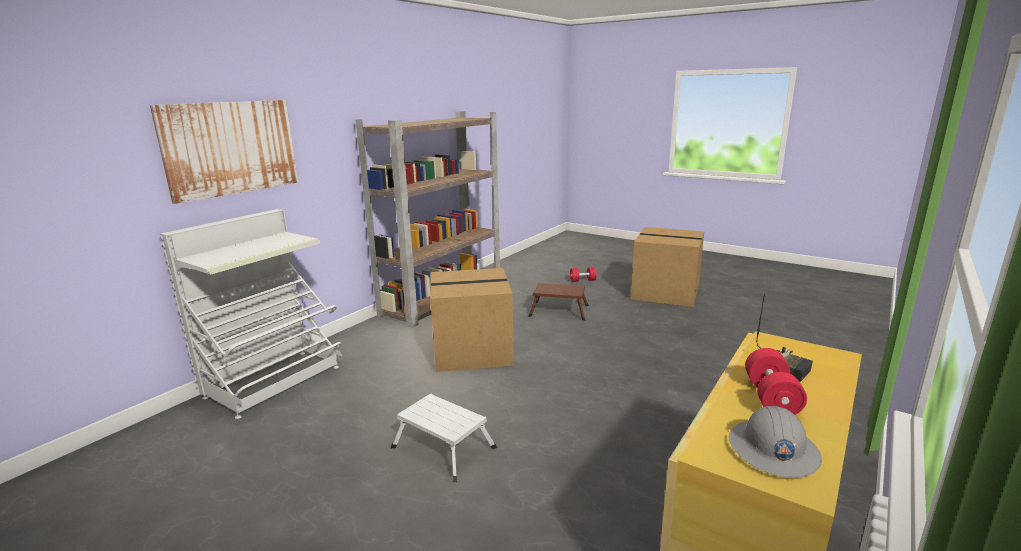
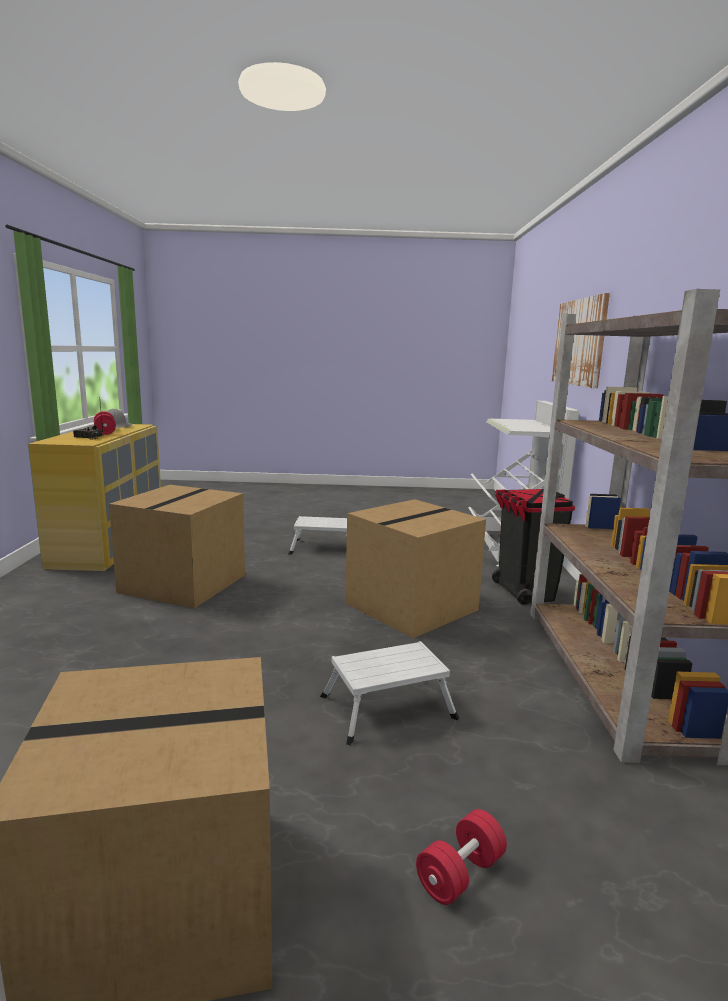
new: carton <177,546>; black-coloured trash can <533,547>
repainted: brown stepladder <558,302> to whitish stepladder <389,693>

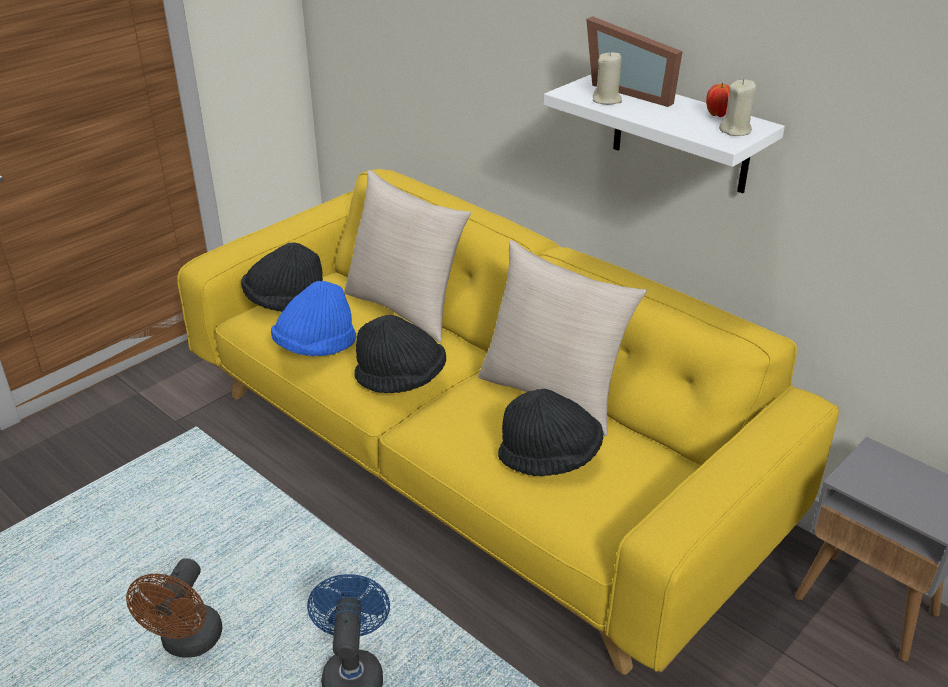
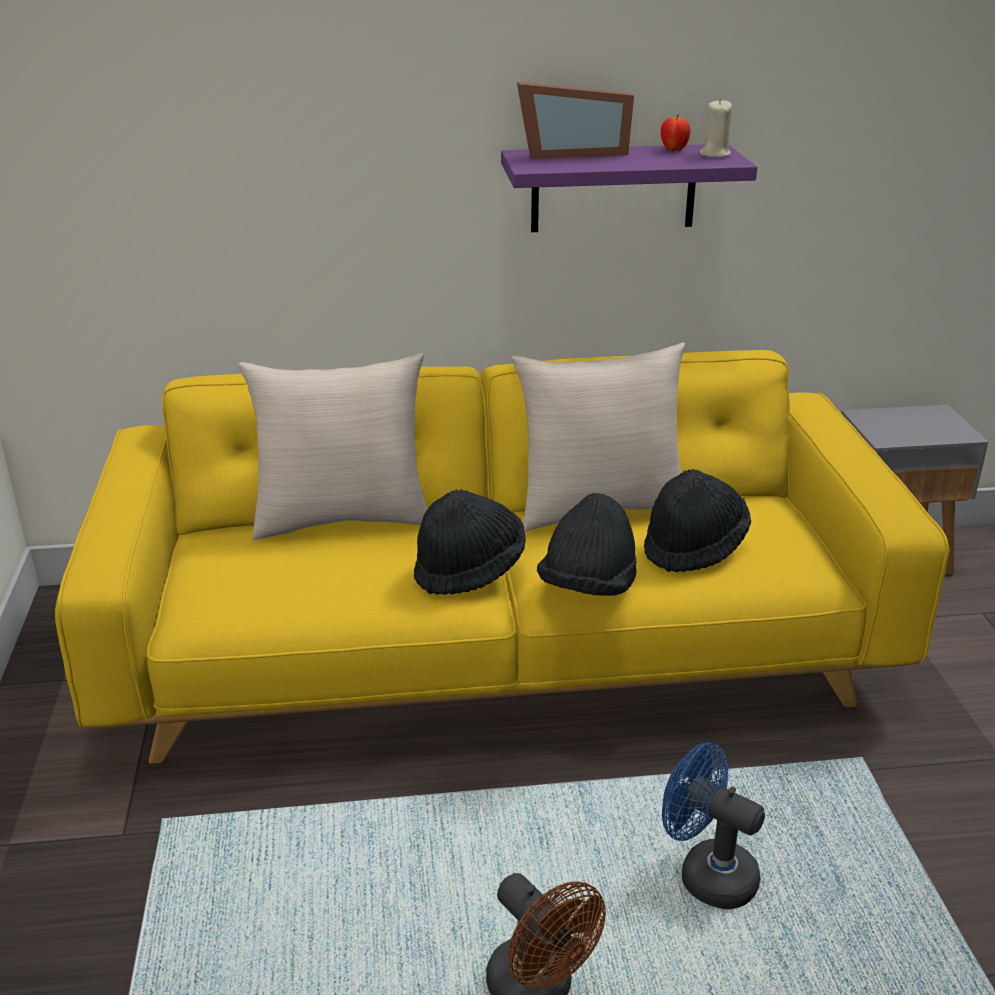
gone: blue-coloured clothing hat <314,318>; sand-coloured wax candle <607,78>
shifted: black-coloured clothing hat <282,277> to <587,544>
repainted: whitish wall shelf <664,134> to purple-coloured wall shelf <629,188>

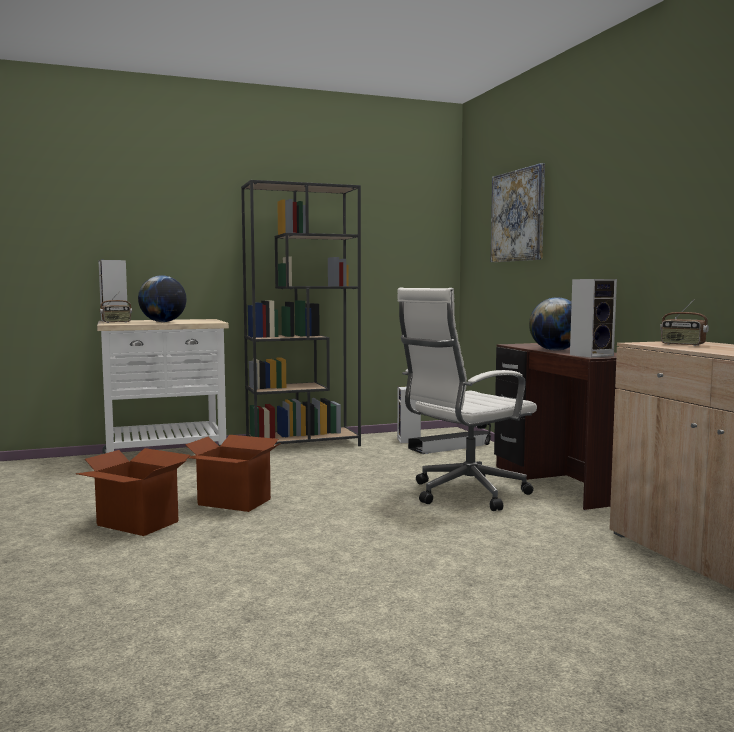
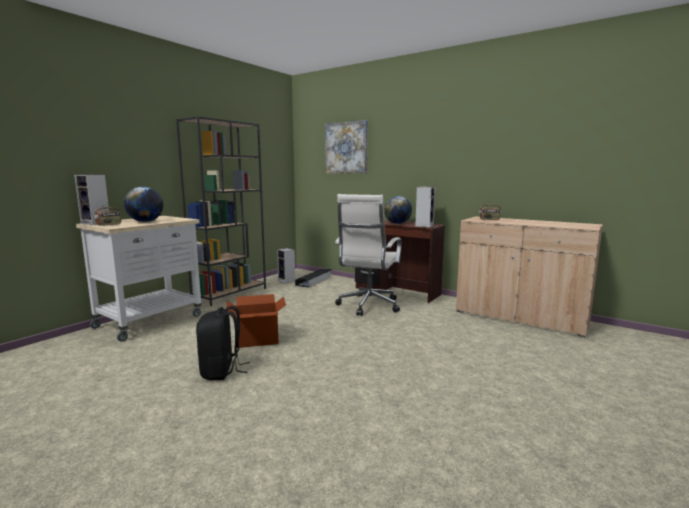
swapped: carton <133,492> to black-coloured knapsack <223,343>

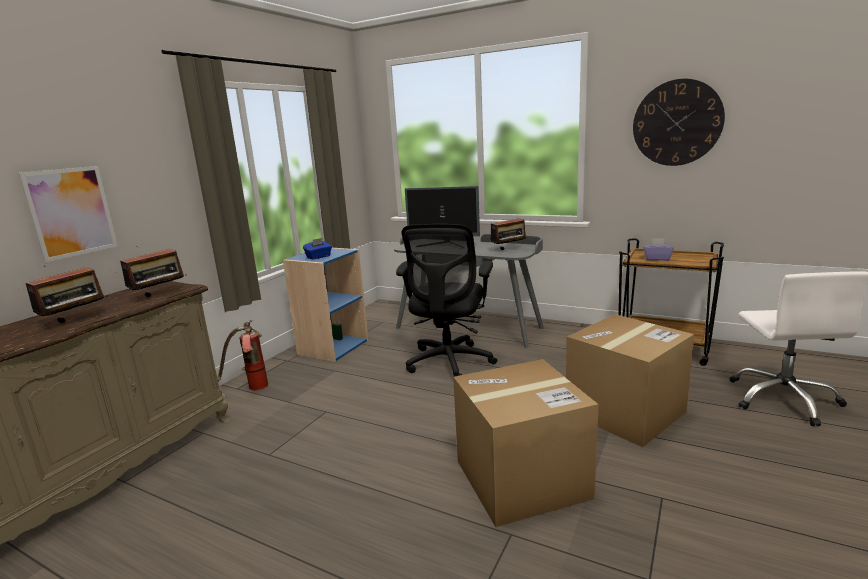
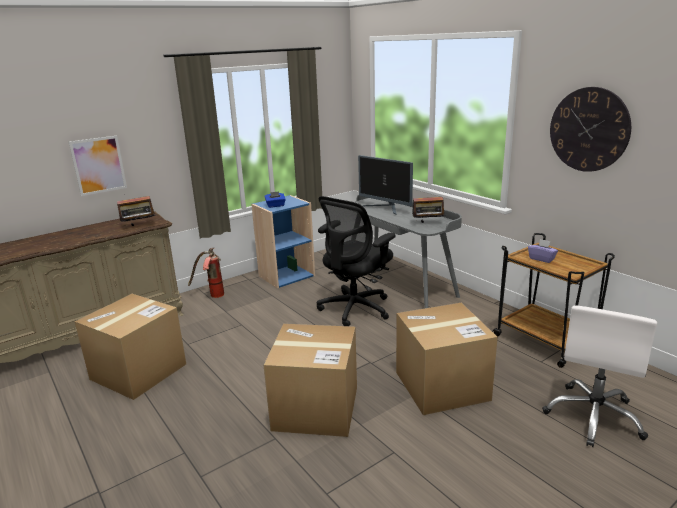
gone: radio receiver <66,296>
new: carton <130,347>

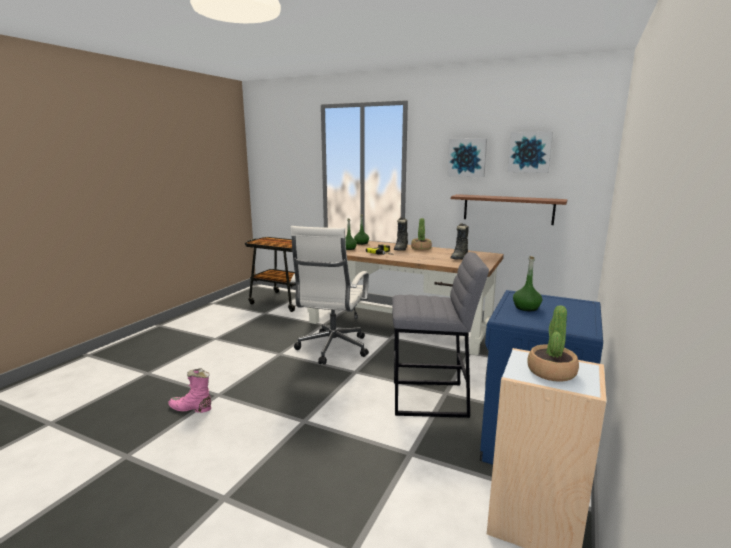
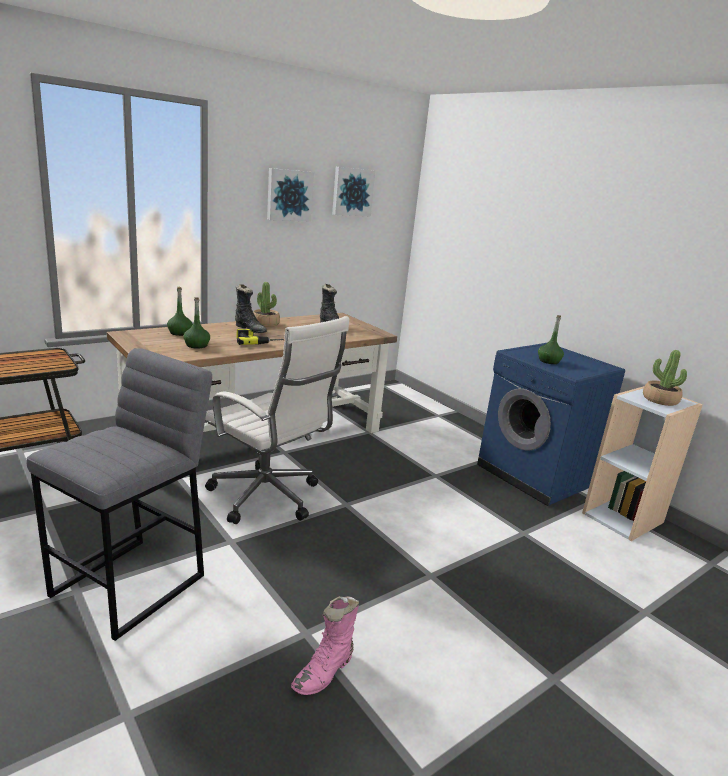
gone: brown wall shelf <509,209>
shifted: grey stool <440,335> to <119,494>

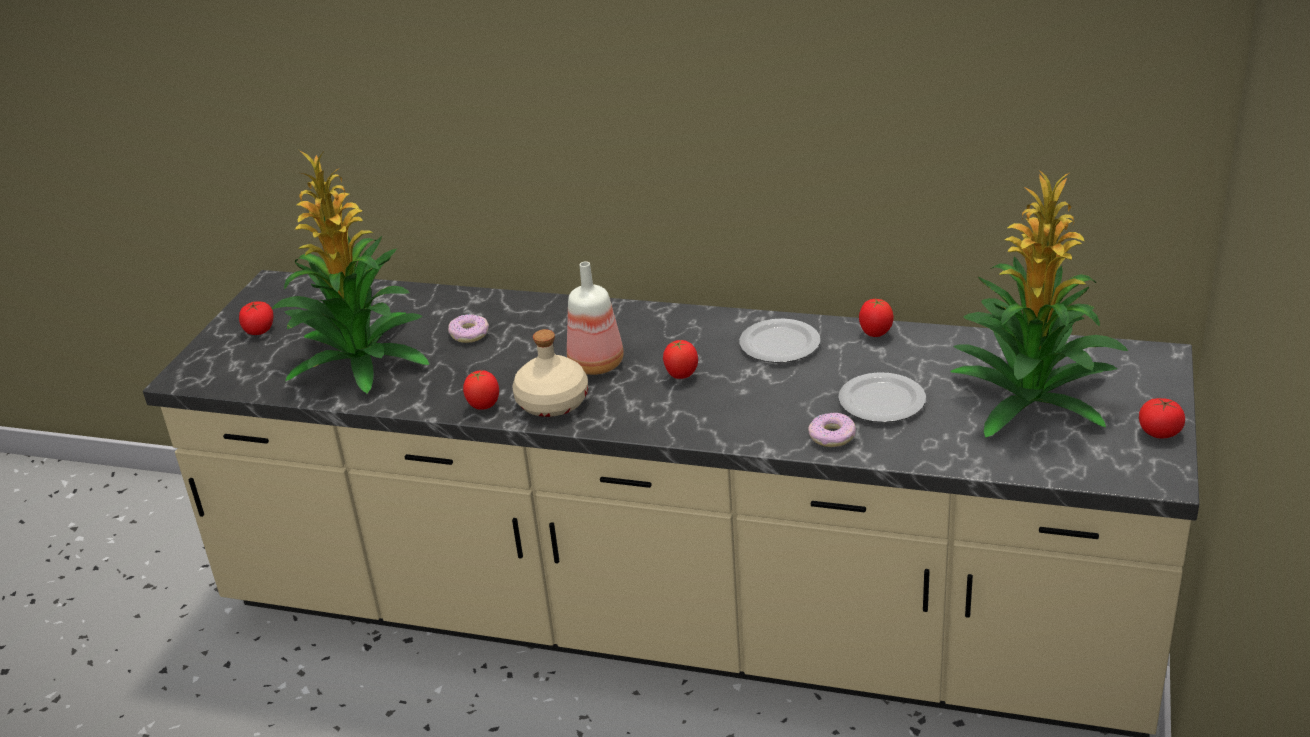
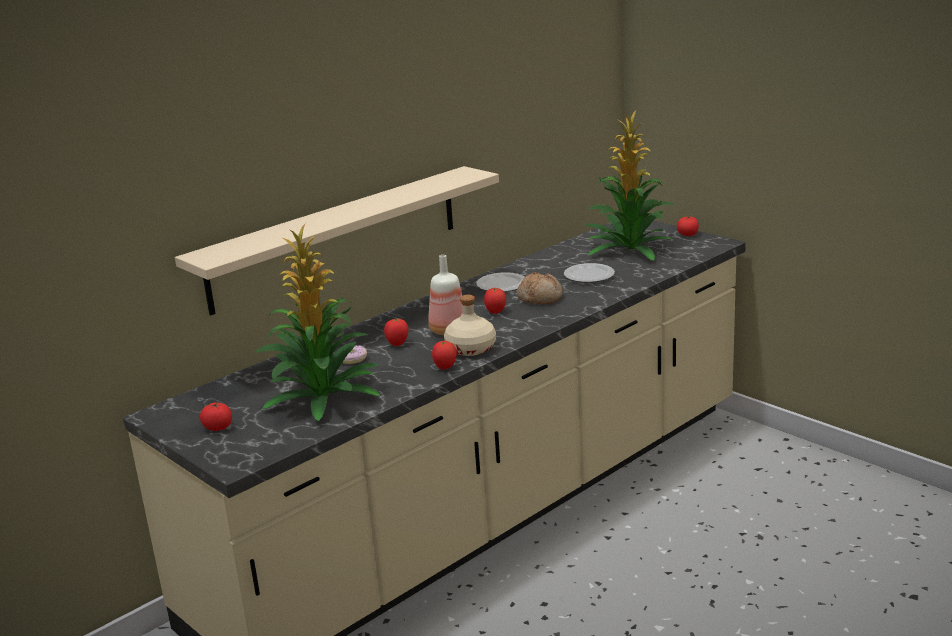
gone: donut <832,430>
new: sand-coloured wall shelf <337,241>; bakery bread <540,288>
shifted: whole tomato <876,318> to <396,332>

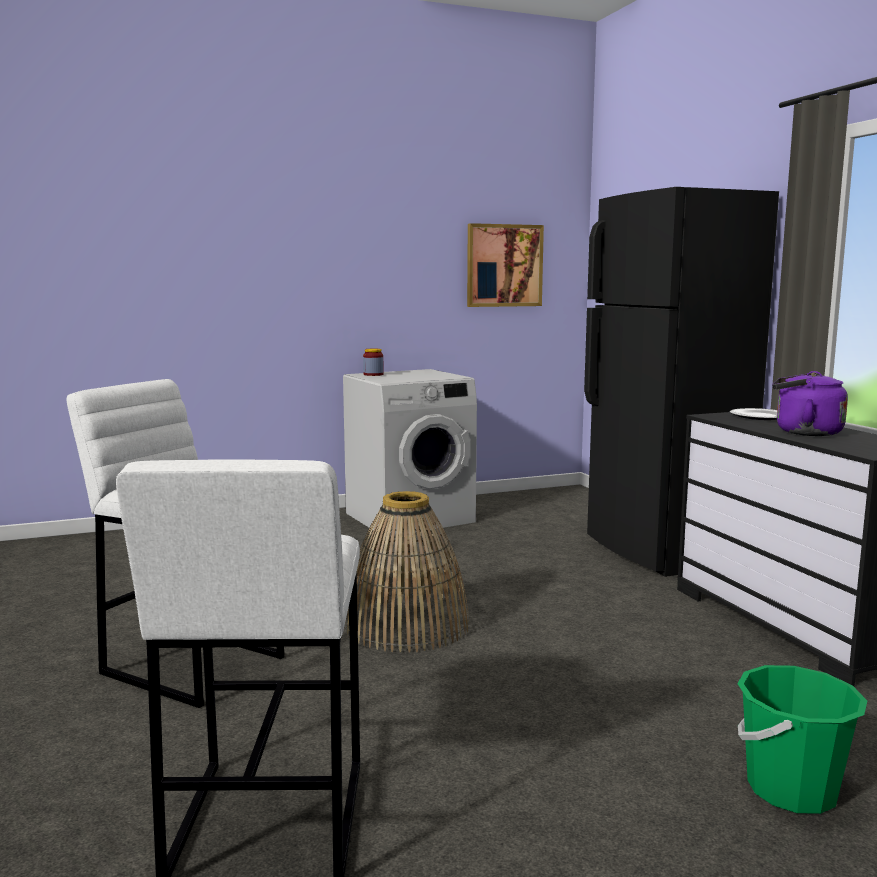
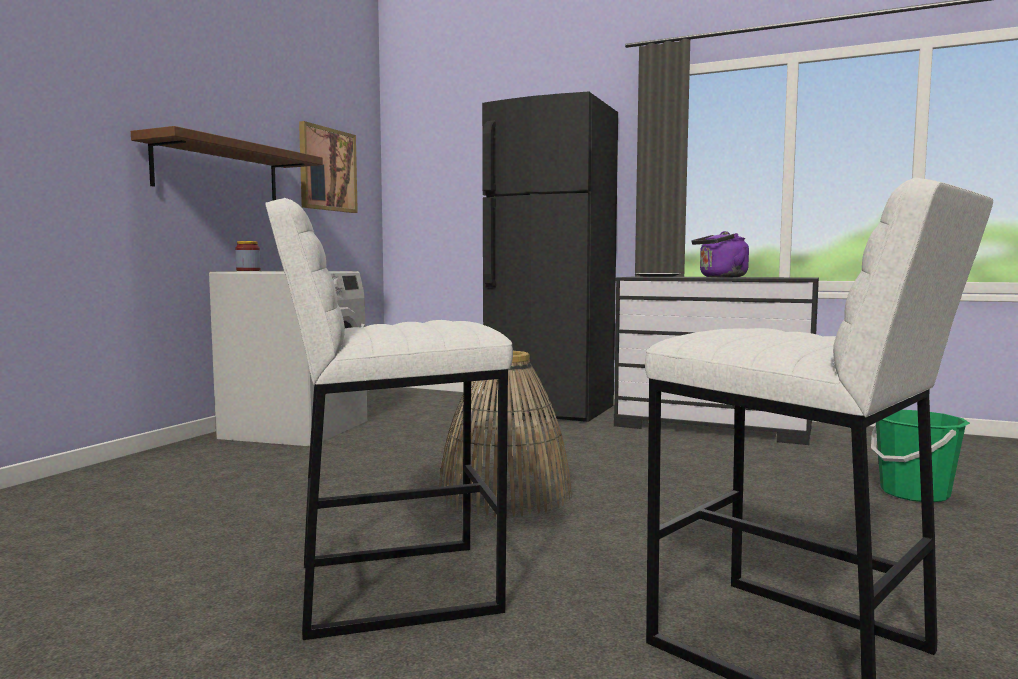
new: brown wall shelf <227,163>

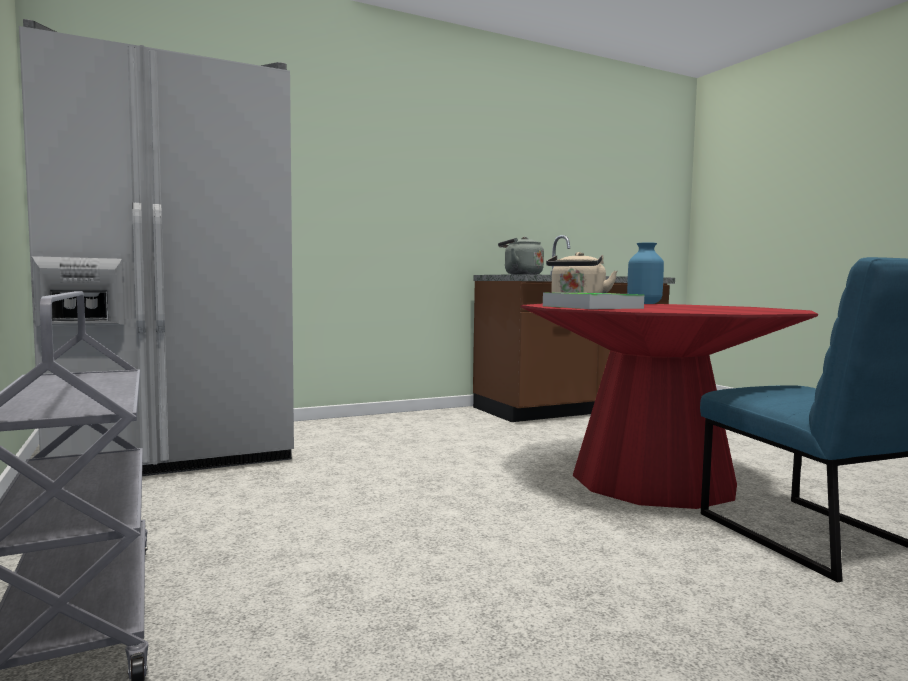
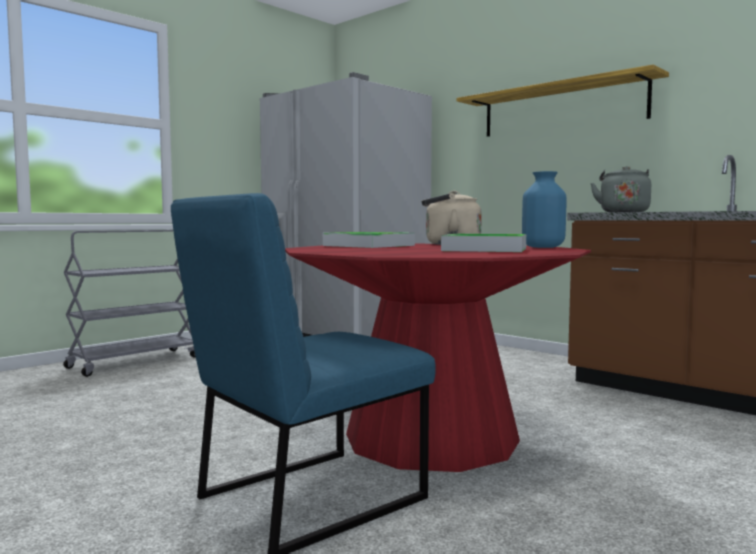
new: serving tray <483,243>; wall shelf <563,101>

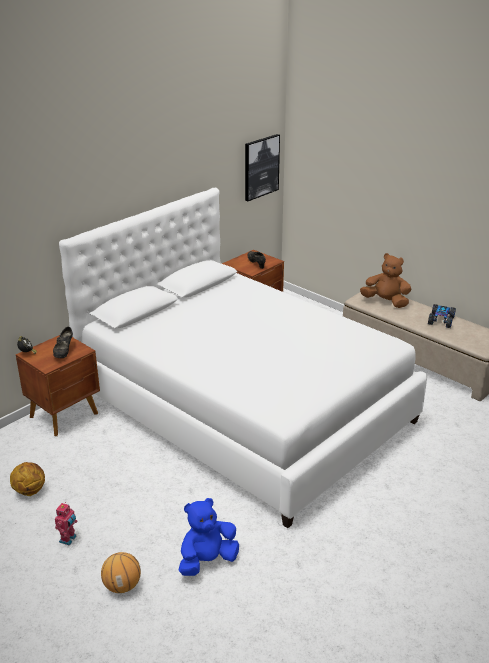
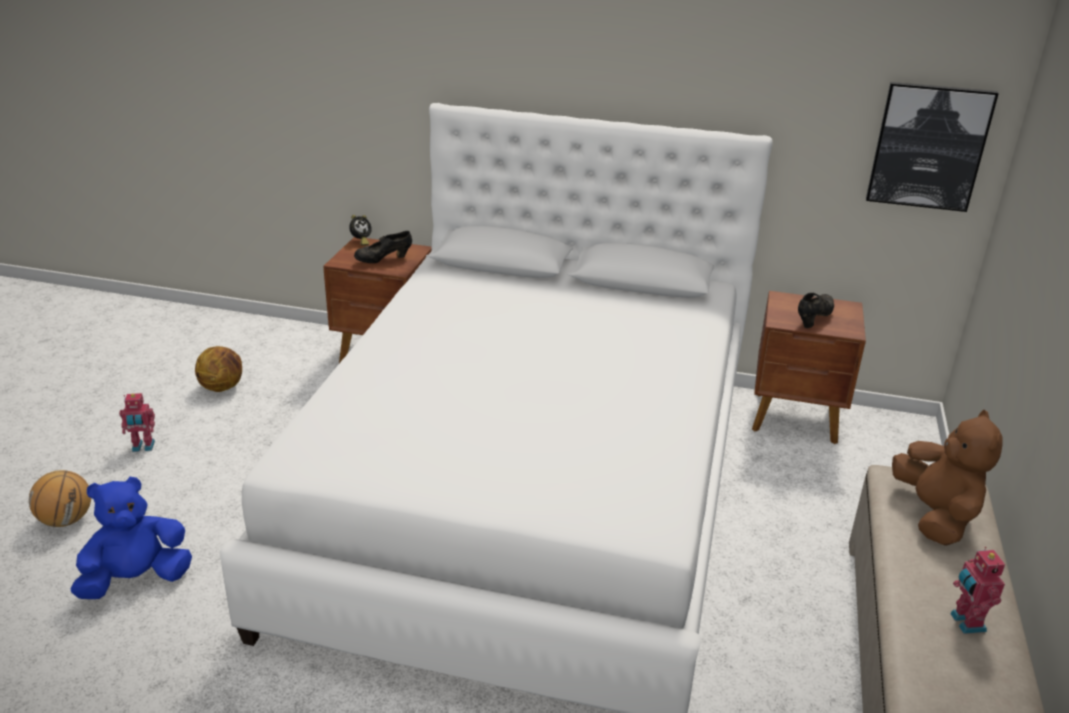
swapped: toy car <442,316> to model robot <977,590>
rotated: blue-coloured plush toy <209,537> = <131,538> 60 degrees counterclockwise

